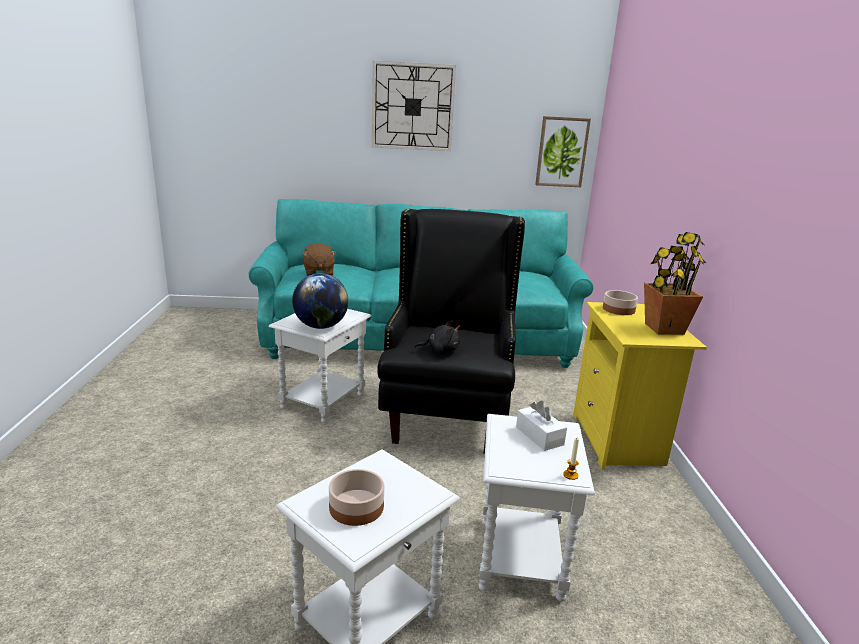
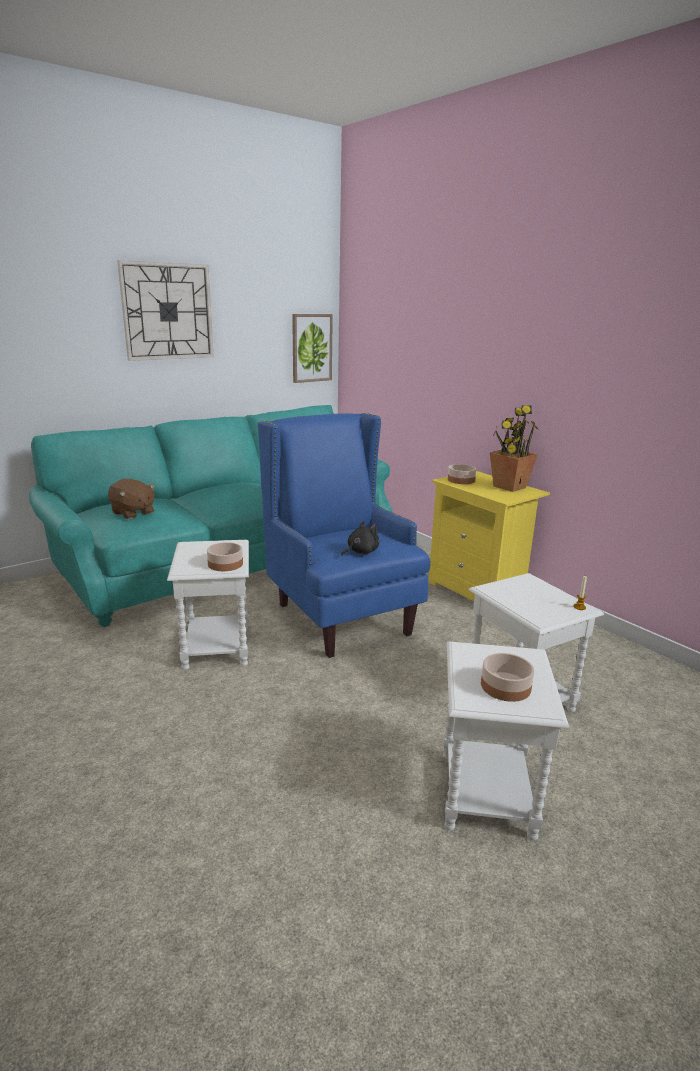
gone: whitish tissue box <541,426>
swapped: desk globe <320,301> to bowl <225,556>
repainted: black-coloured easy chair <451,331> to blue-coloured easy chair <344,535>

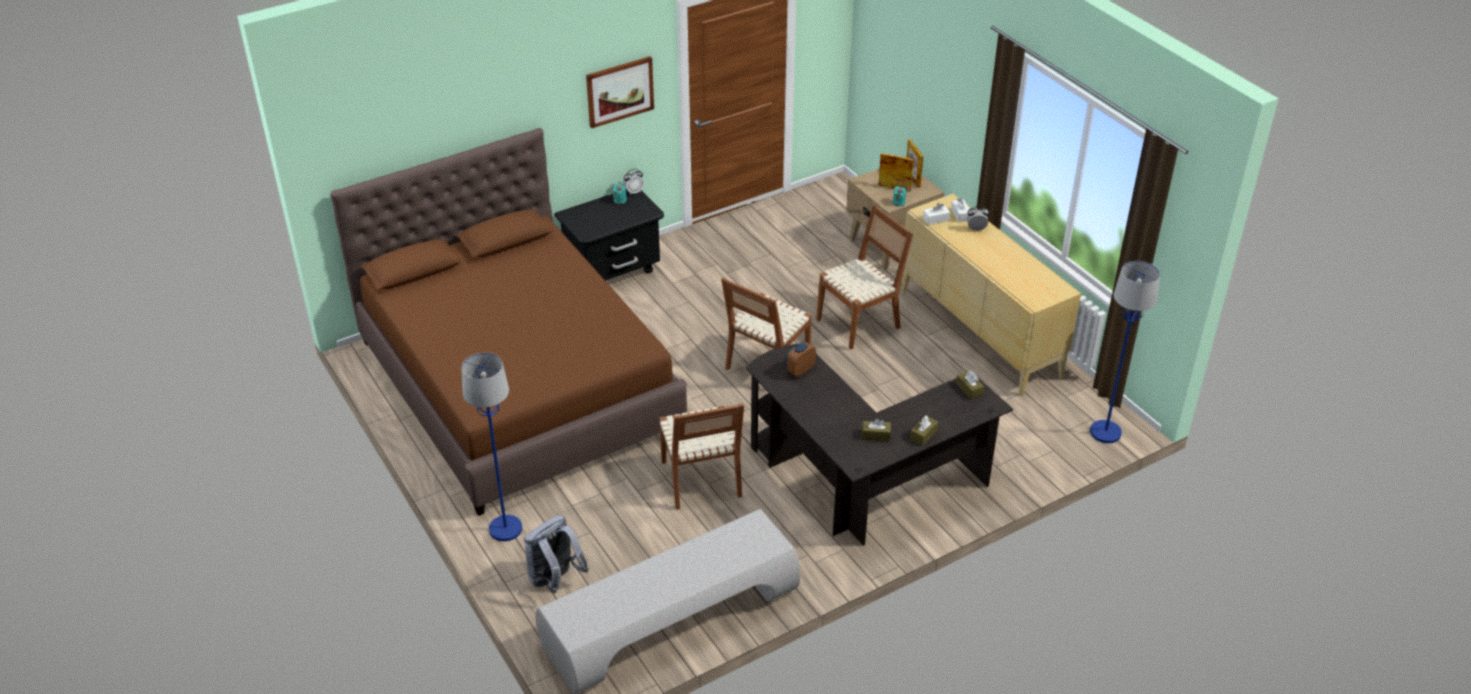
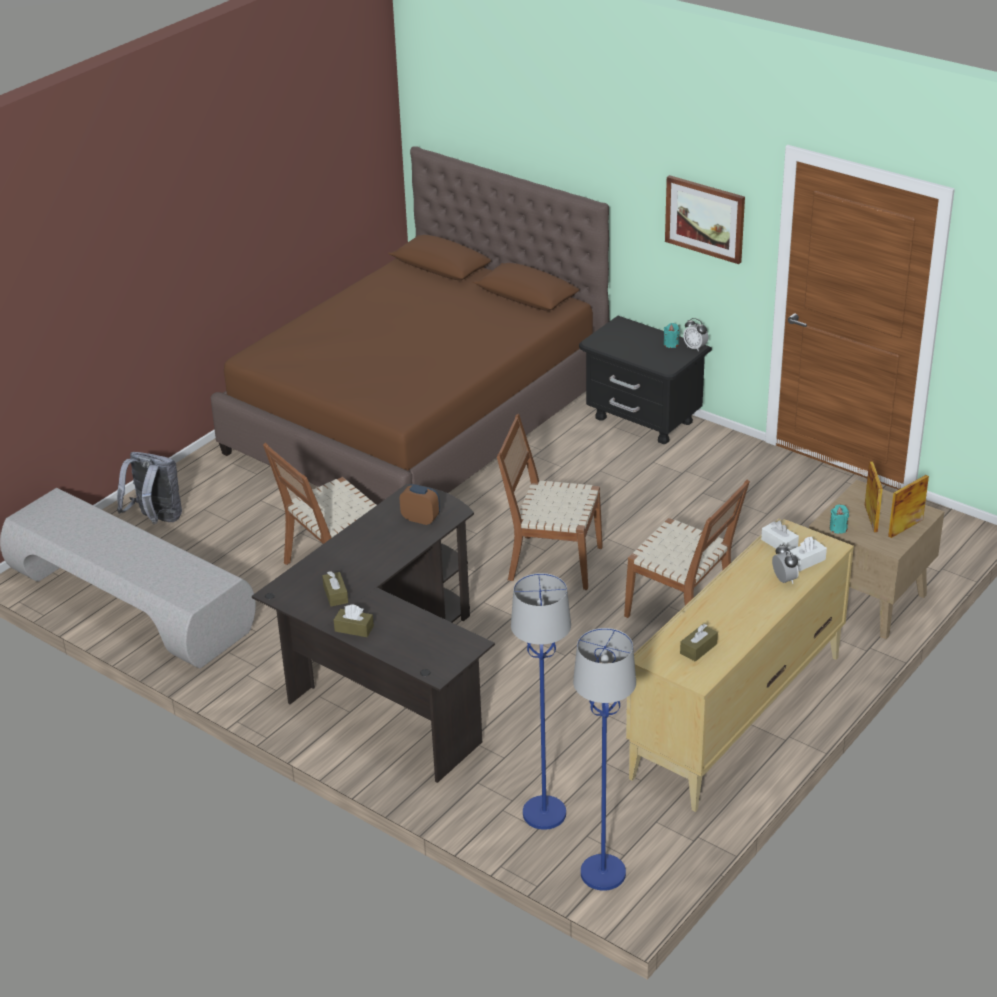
shifted: blue-coloured floor lamp <492,447> to <541,701>; brown tissue box <970,384> to <699,643>

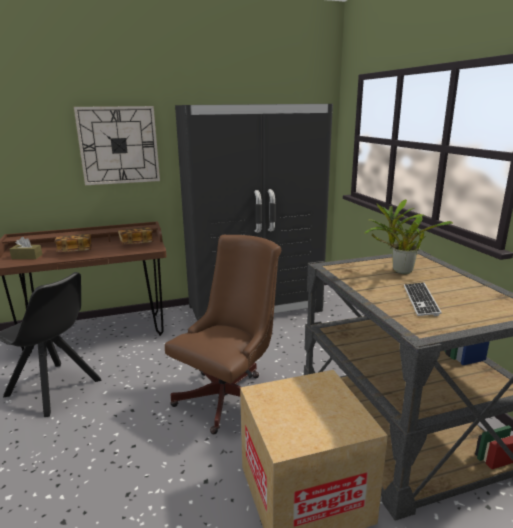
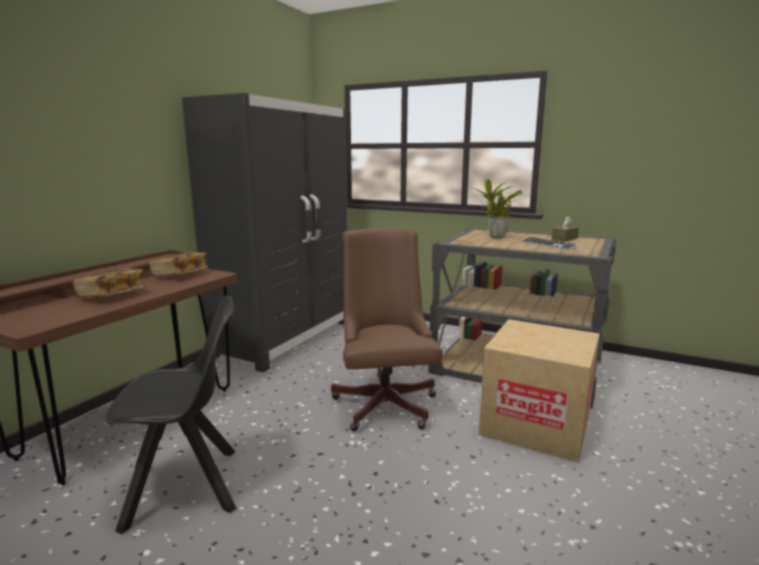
gone: hanging clock <117,145>
shifted: brown tissue box <26,248> to <565,229>

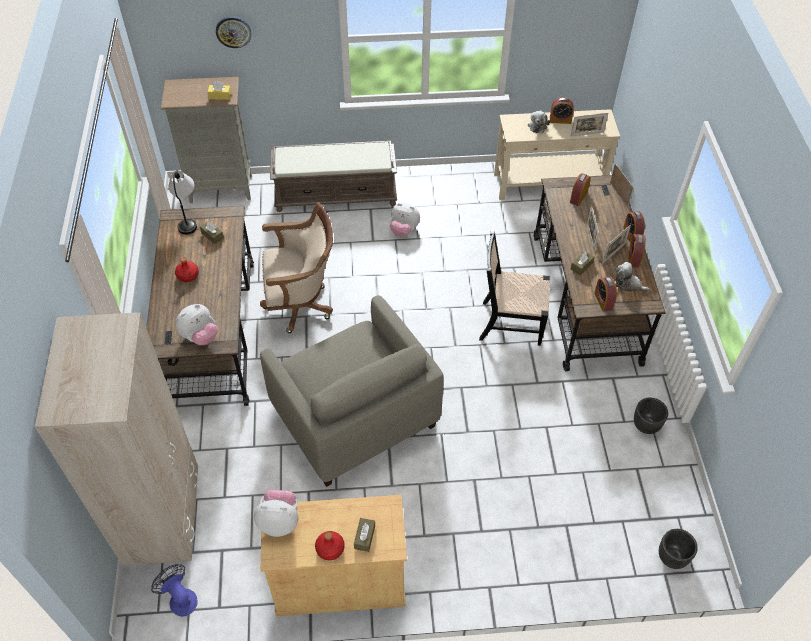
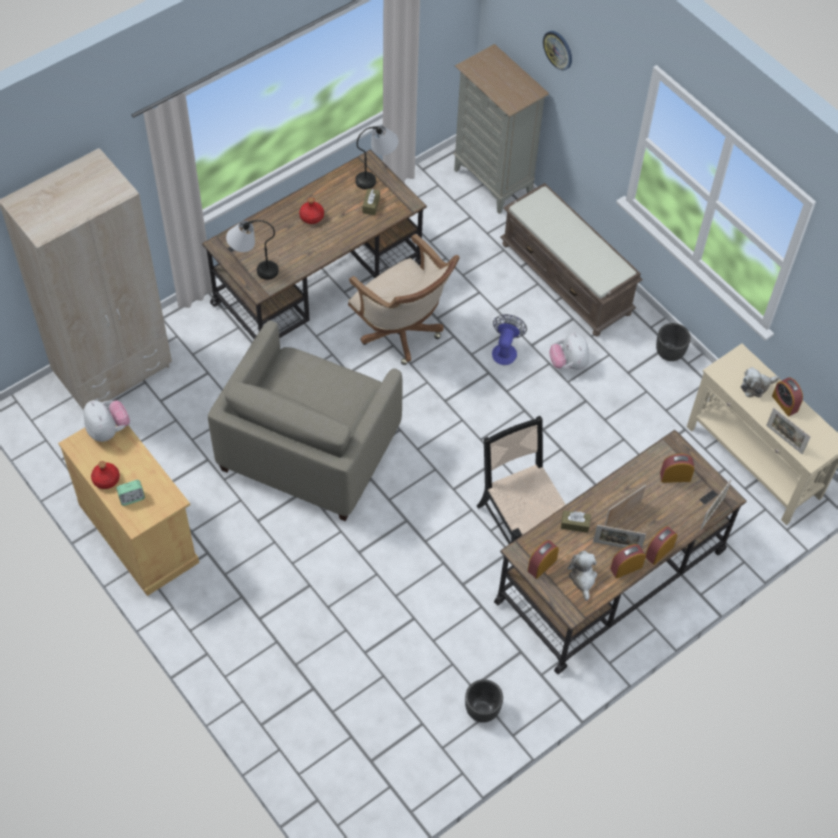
gone: yellowish tissue box <219,90>
shifted: electric fan <174,590> to <509,339>; black-coloured flower pot <678,549> to <673,342>
swapped: plush toy <196,324> to tabletop lamp <252,250>; brown tissue box <364,535> to table clock <130,493>

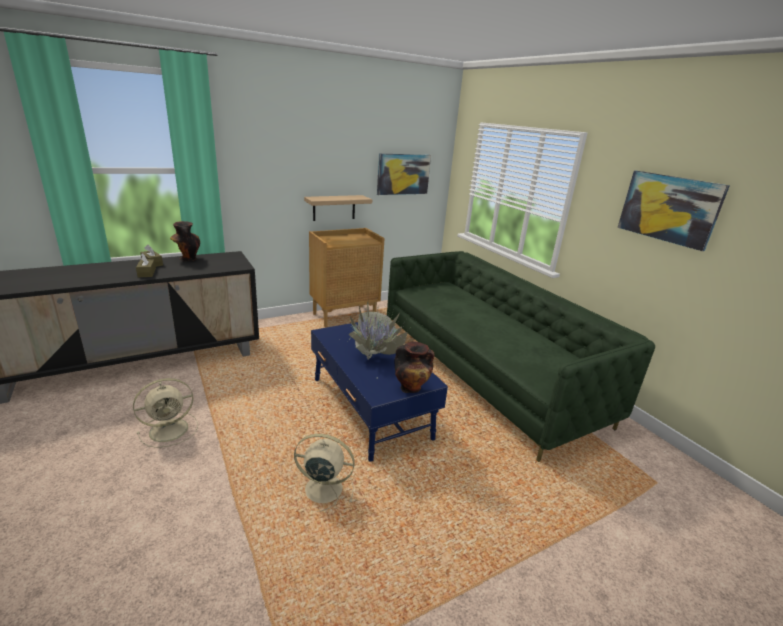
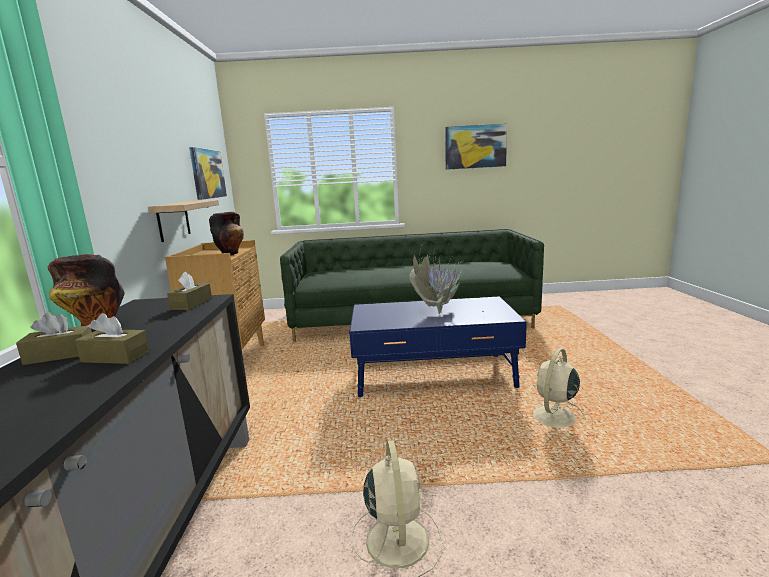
new: brown tissue box <189,291>
shifted: vase <414,367> to <226,233>

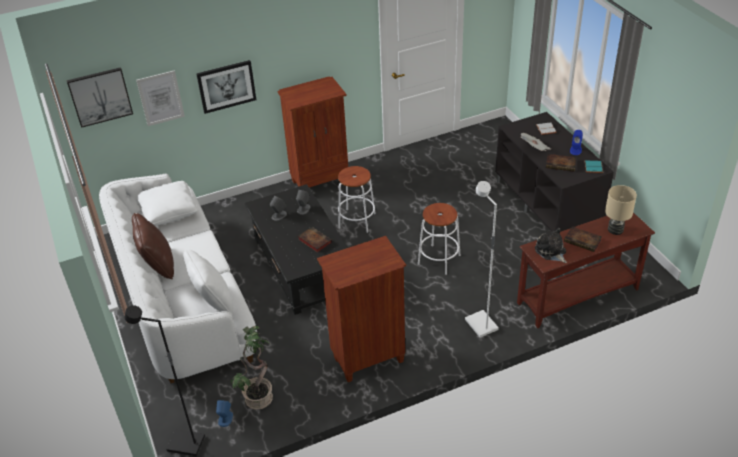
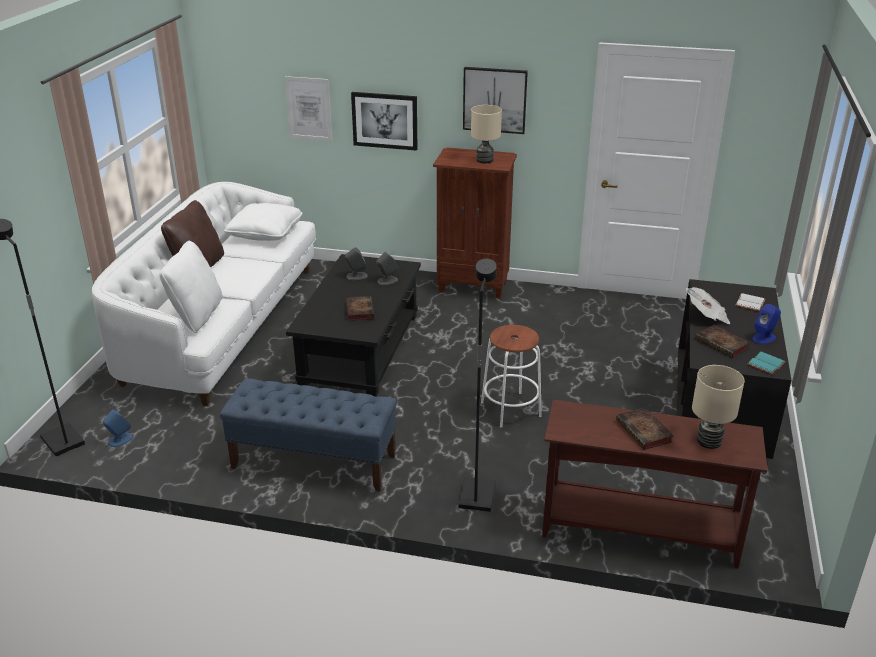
gone: houseplant <252,368>; whitish stool <357,199>; plush toy <551,245>
new: sand-coloured tabletop lamp <486,134>
shifted: wall picture <99,97> to <495,100>
swapped: brown cupboard <361,309> to blue-coloured long seat <308,435>
repainted: whitish floor lamp <482,259> to black-coloured floor lamp <477,385>

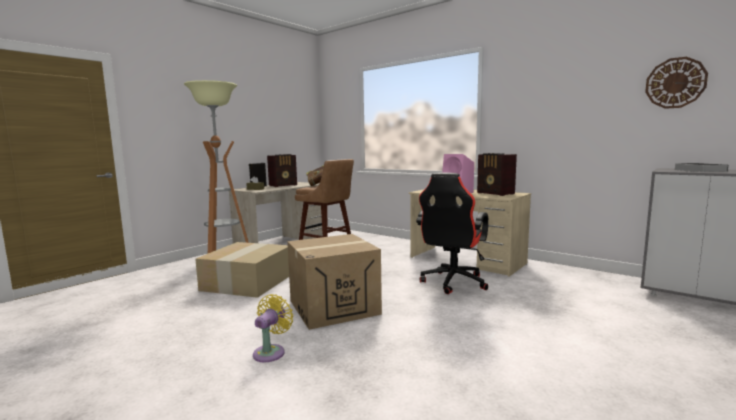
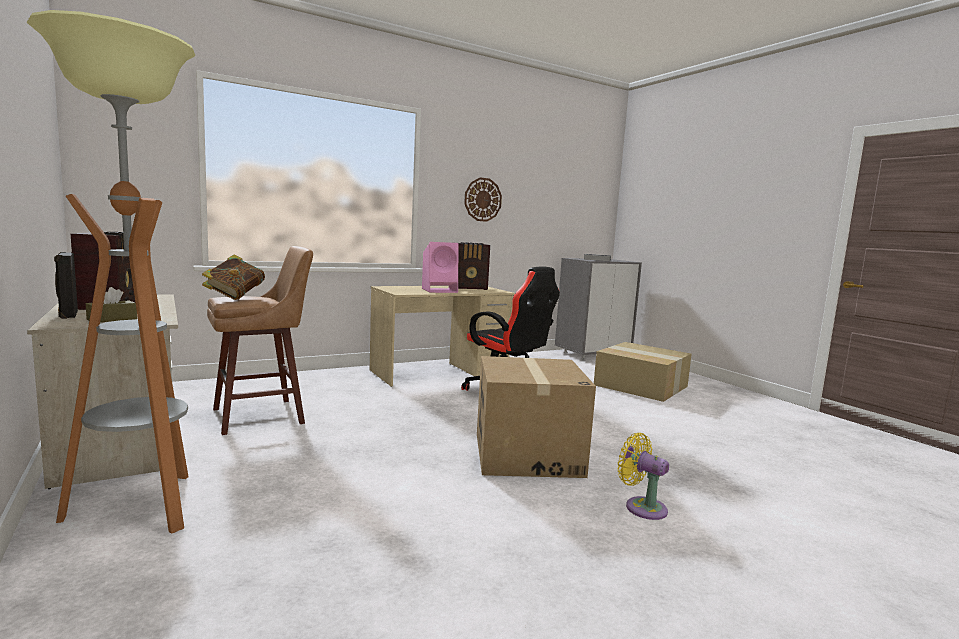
shifted: carton <242,270> to <643,372>; hanging clock <676,83> to <483,199>

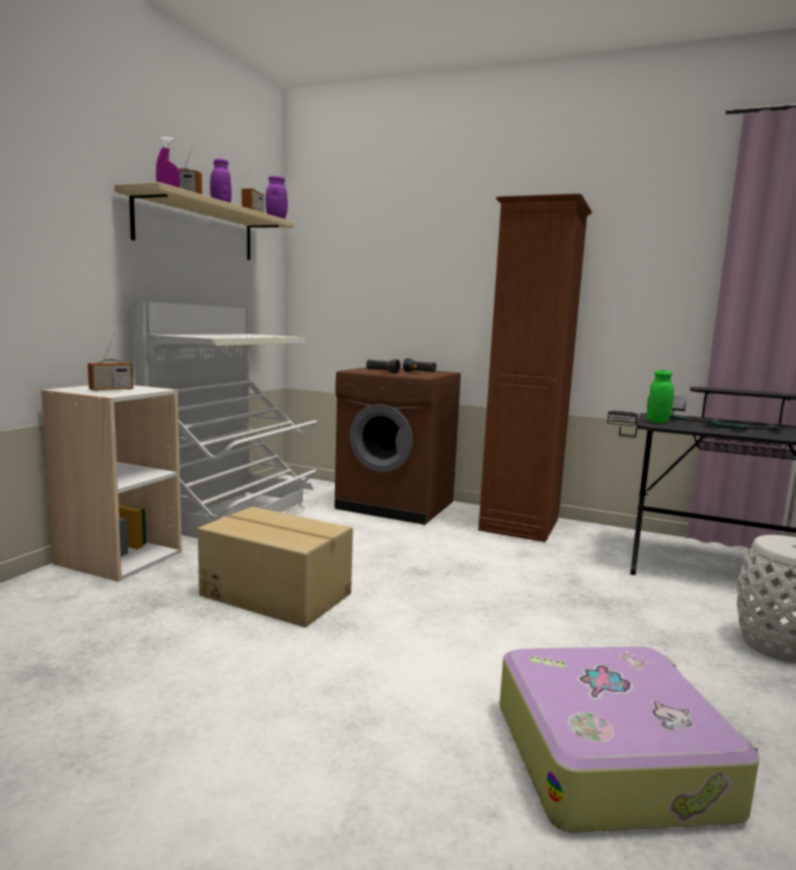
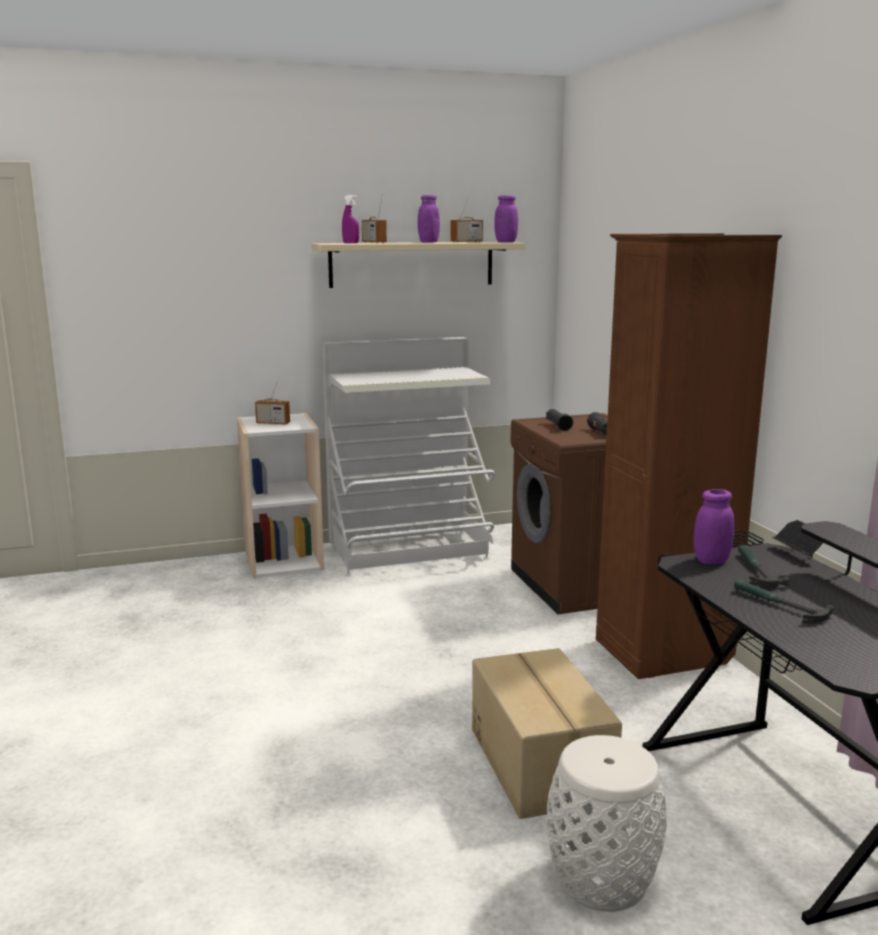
gone: travel case <629,739>
shifted: carton <275,567> to <547,733>
repainted: green-coloured preserve jar <660,396> to purple-coloured preserve jar <714,526>

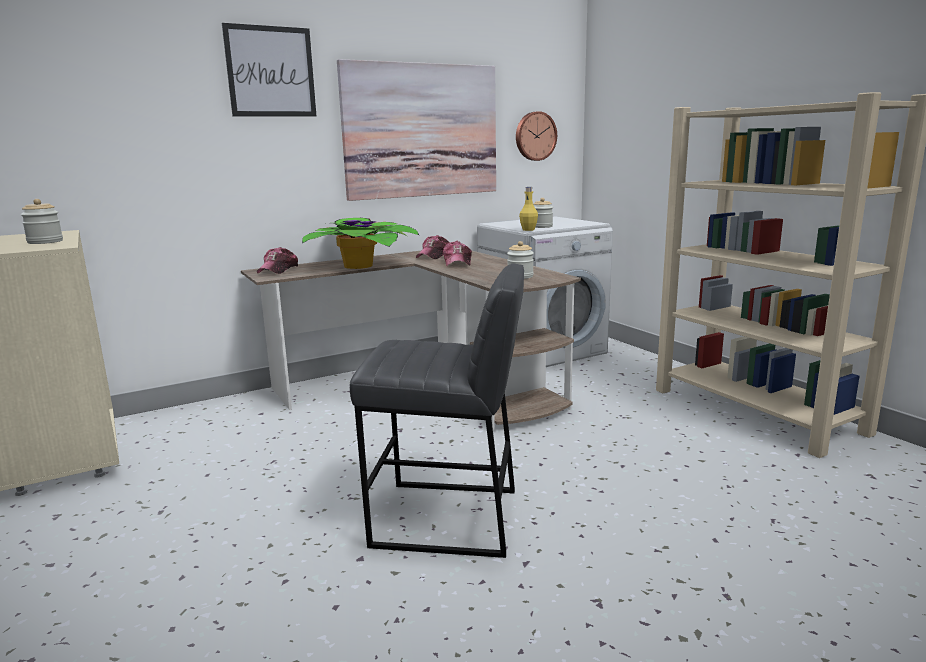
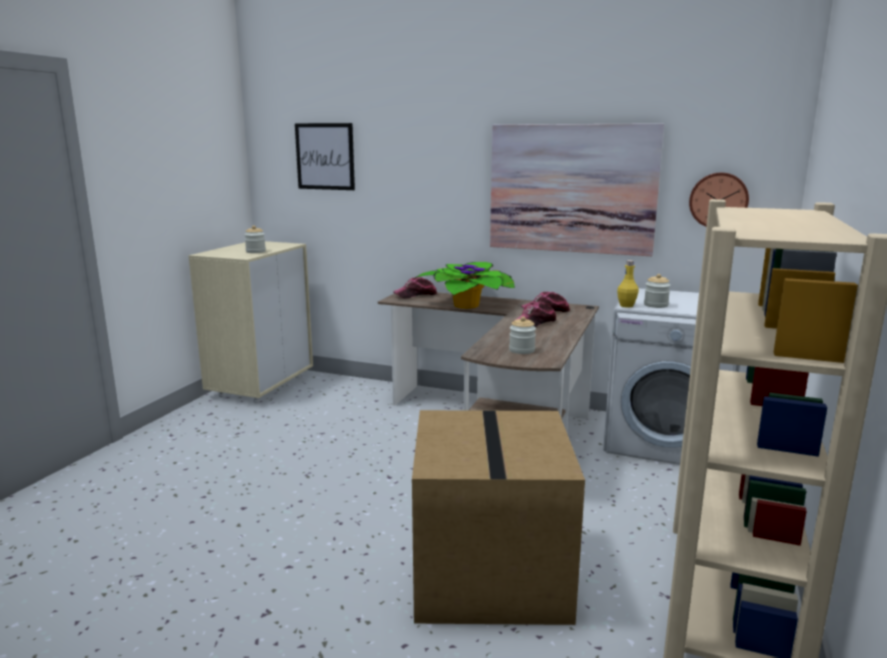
gone: grey stool <437,410>
new: carton <498,517>
shifted: wall picture <269,69> to <325,156>

